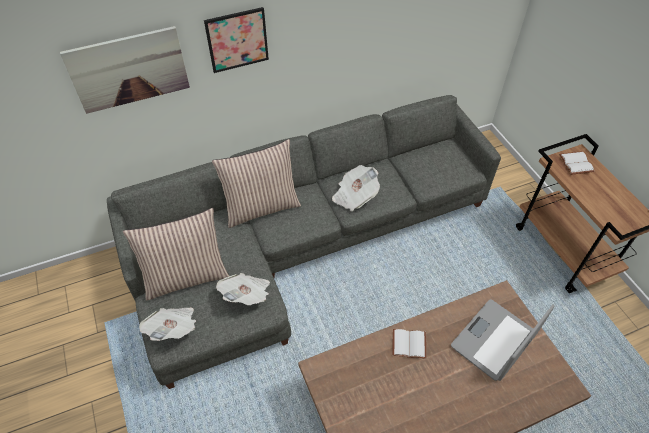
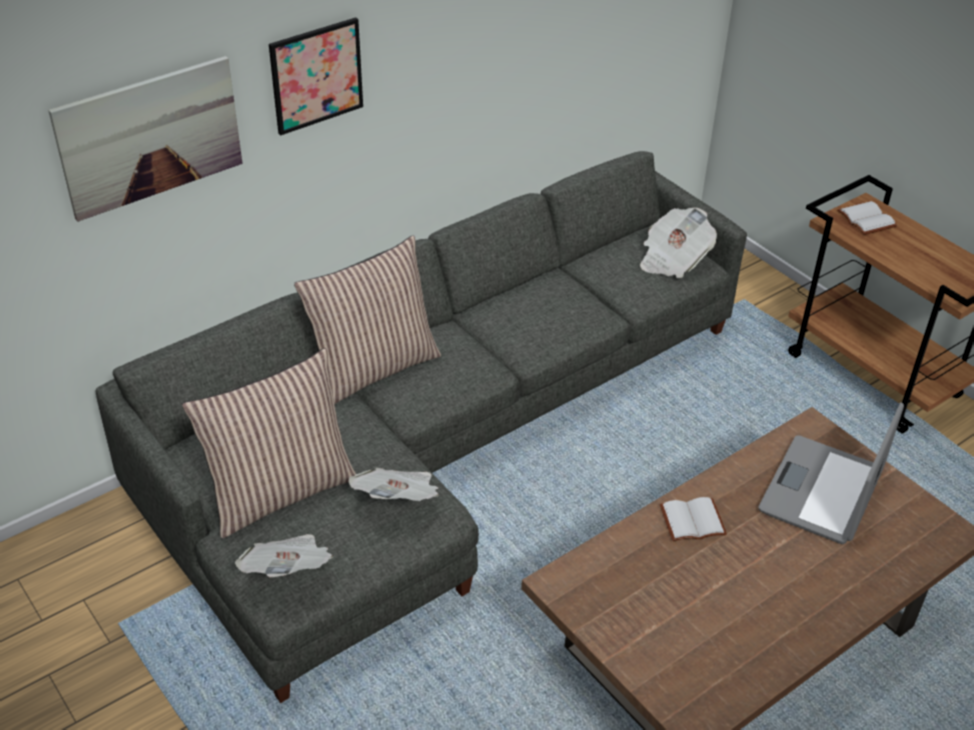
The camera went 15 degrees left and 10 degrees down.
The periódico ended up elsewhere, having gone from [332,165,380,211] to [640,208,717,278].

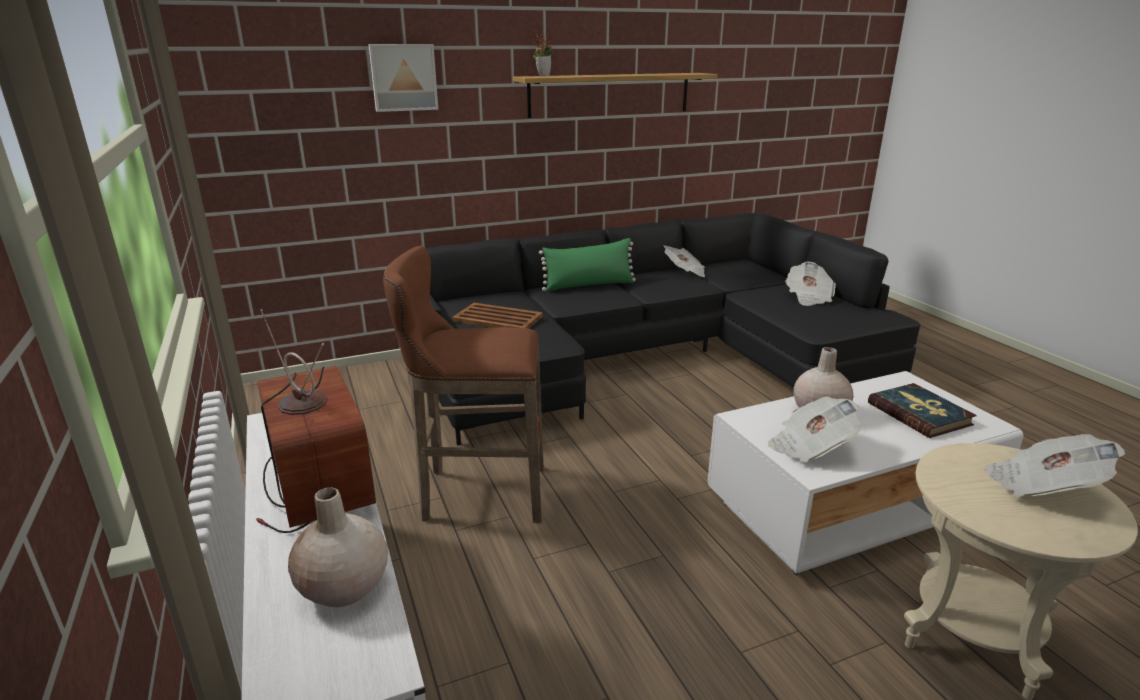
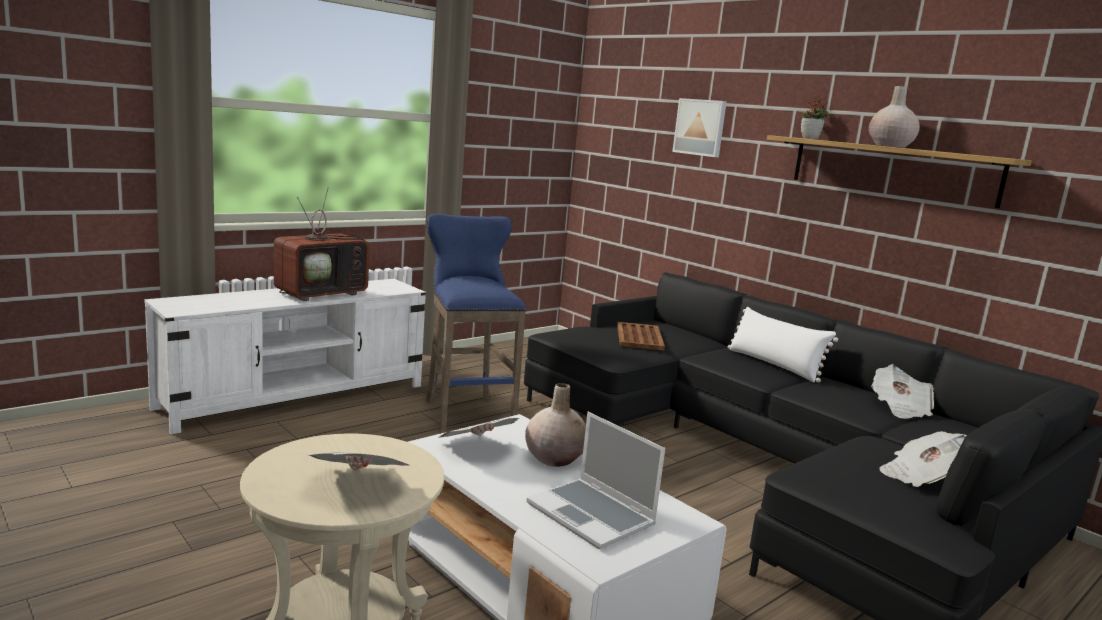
The camera went 70 degrees right and 10 degrees down.
The florero [beis] ended up elsewhere, having gone from [288,487,388,607] to [869,86,920,148].
What was the taburete [marrón] at [383,246,544,523] turned into the taburete [azul] at [426,214,526,434].
What was the cojín [verde] at [539,238,636,292] turned into the cojín [blanco] at [728,307,838,383].
Where the libro stood at [868,383,977,438], the portátil came to stand at [527,412,665,549].

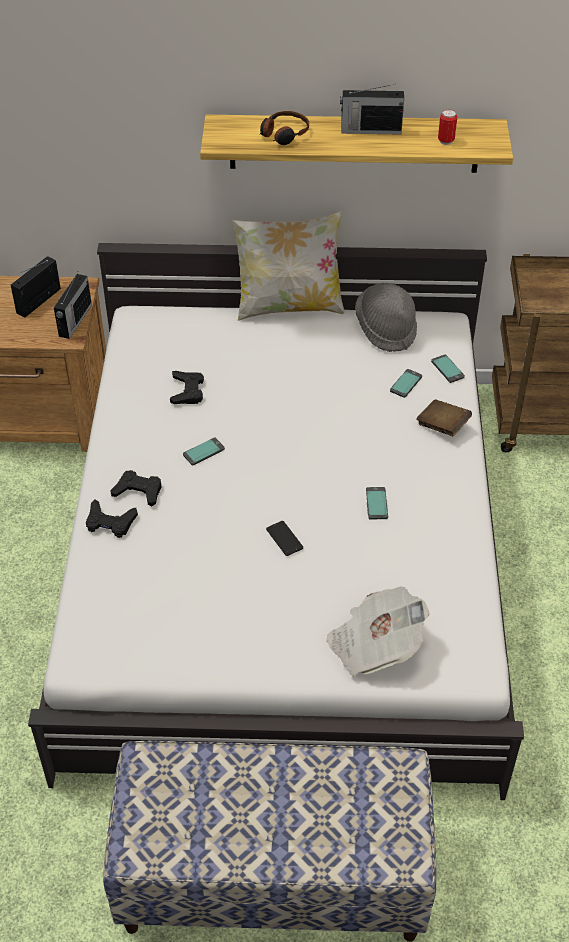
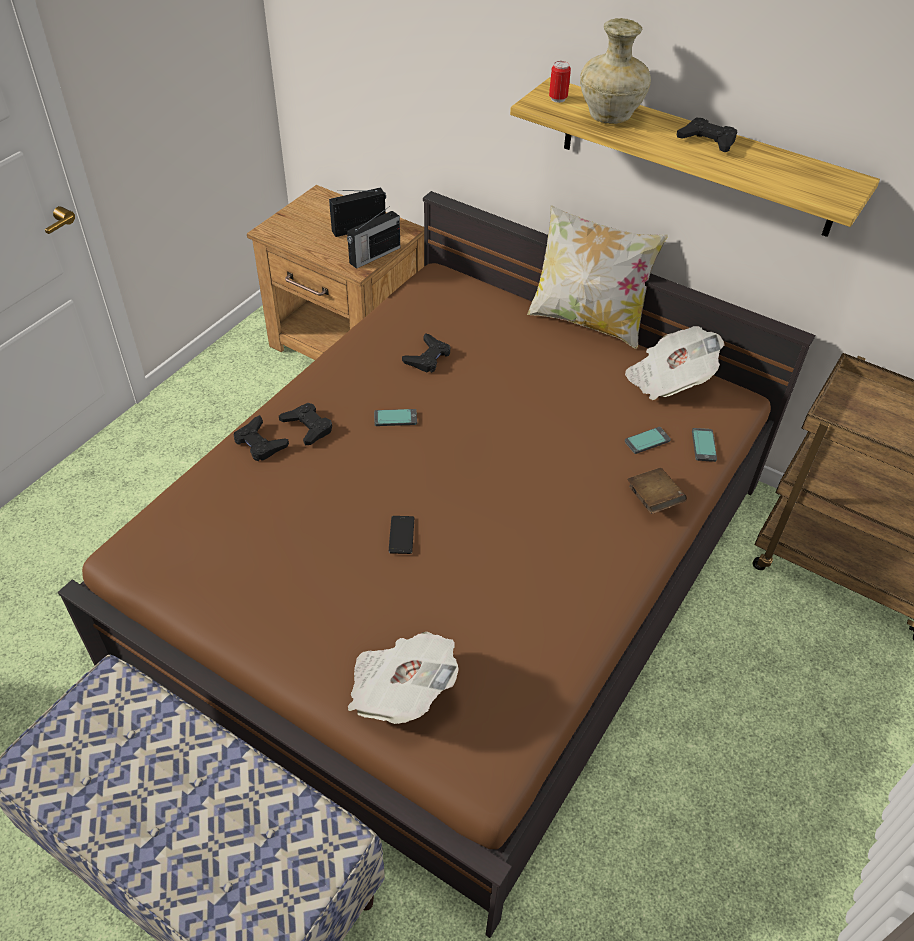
The camera went 30 degrees right and 0 degrees up.
What was the cama [blanco] at [28,243,524,800] turned into the cama [marrón] at [58,191,815,938].
Where the auriculares stood at [260,111,309,145], the florero [beis] came to stand at [580,18,651,124].
Where the radio stood at [340,84,404,135], the mando de consola [negro] came to stand at [677,118,737,152].
Where the sombrero [gris] stood at [355,283,417,352], the periódico came to stand at [625,326,725,400].
The second view lost the móvil at [366,487,388,519].
The lata ended up elsewhere, having gone from [438,109,457,145] to [549,61,571,103].

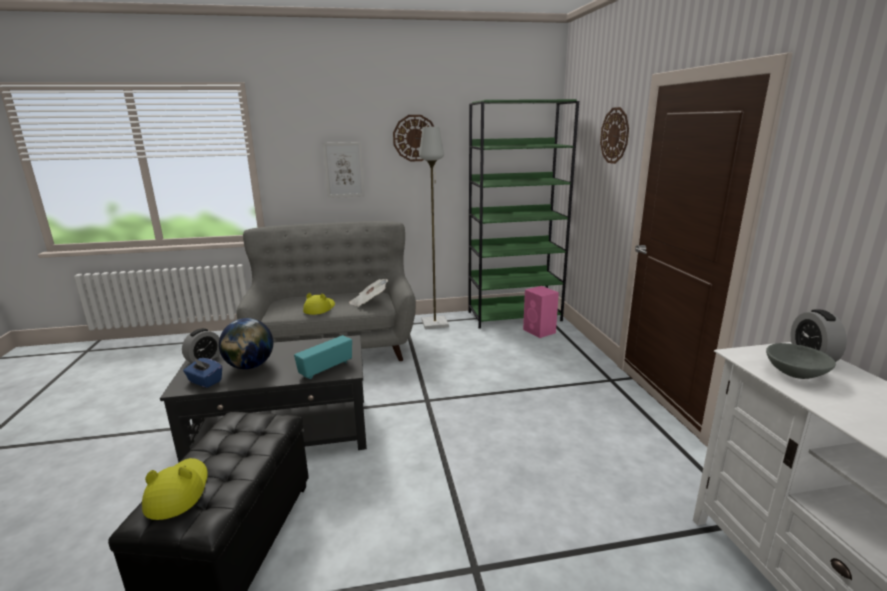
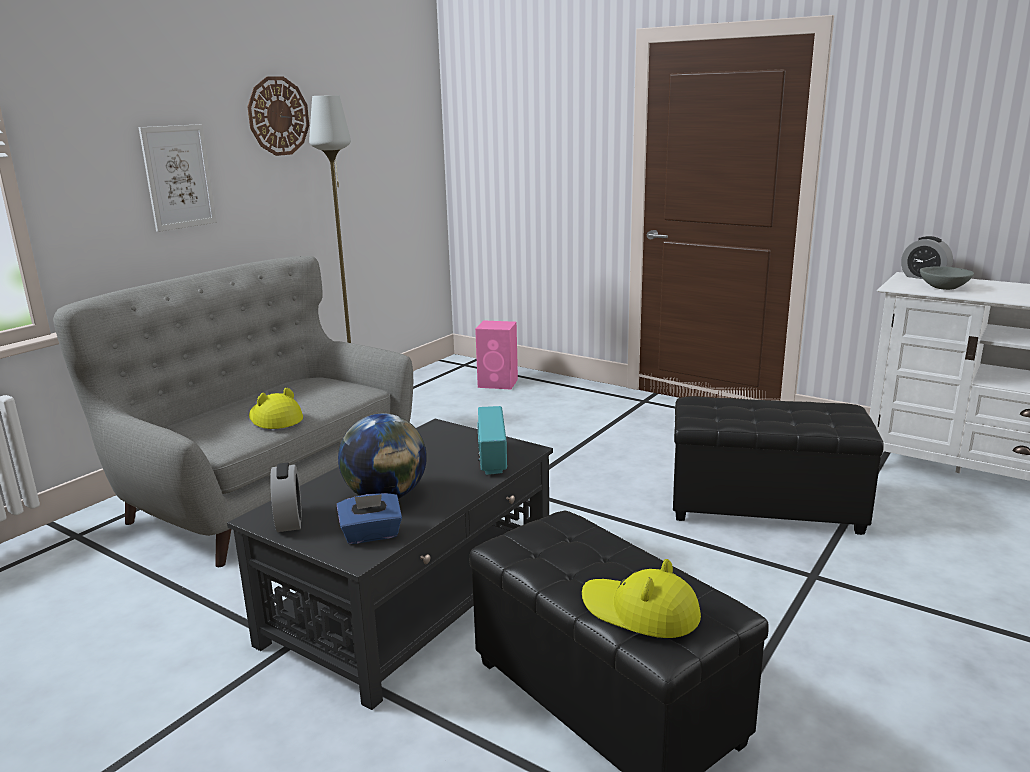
The camera went 45 degrees left and 0 degrees up.
The second view lost the periódico at [349,279,388,307].
The second view lost the estantería [verde] at [468,99,579,328].
The second view lost the reloj de pared at [600,107,629,164].
The second view gained the puf [negro] at [673,396,884,535].

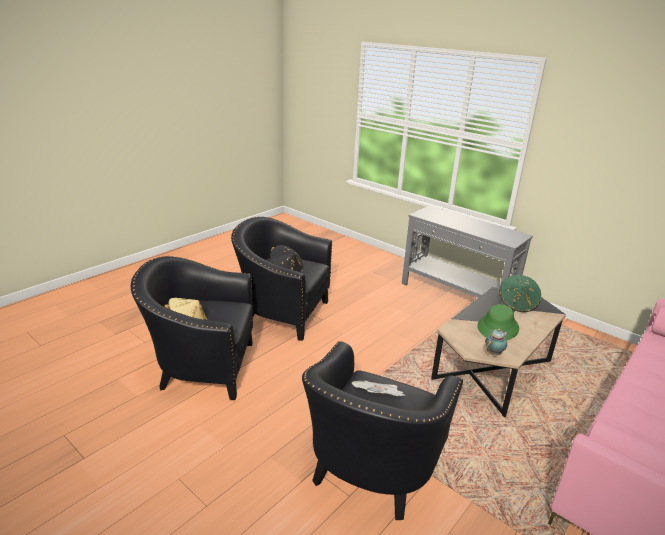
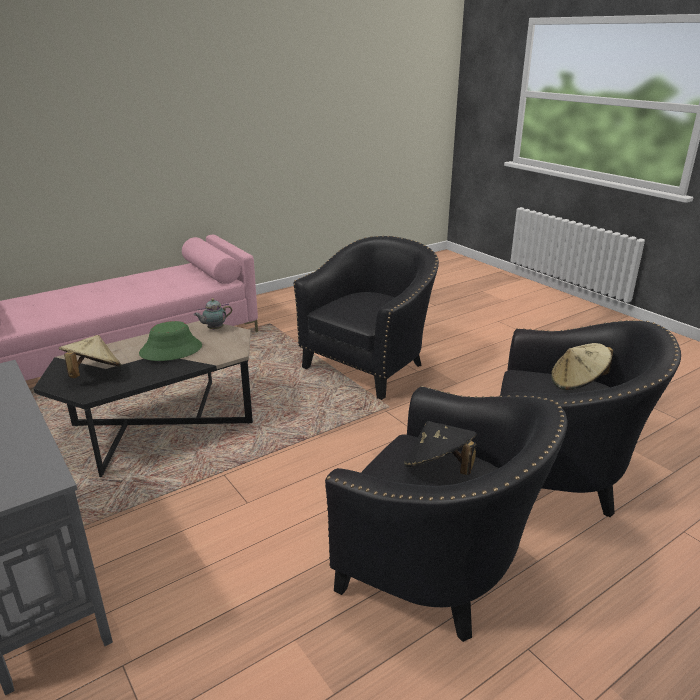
The camera went 165 degrees left and 0 degrees up.
The second view lost the periódico at [352,380,406,396].
What was the sombrero [verde] at [499,275,541,312] turned into the sombrero [beis] at [59,335,122,378].

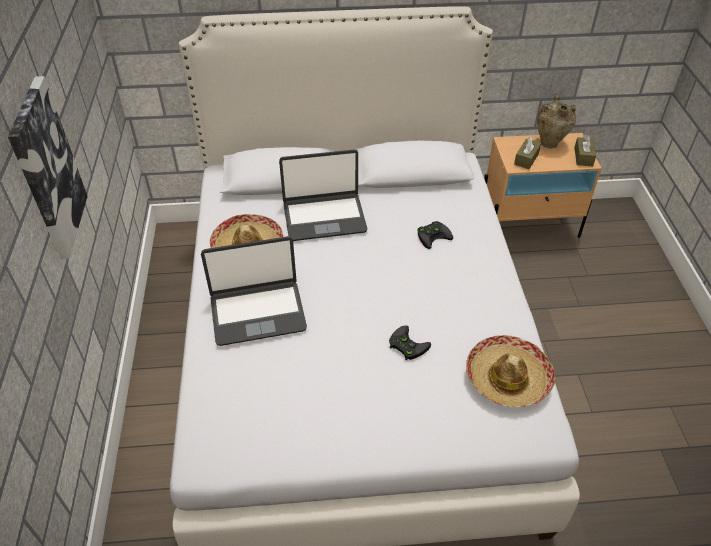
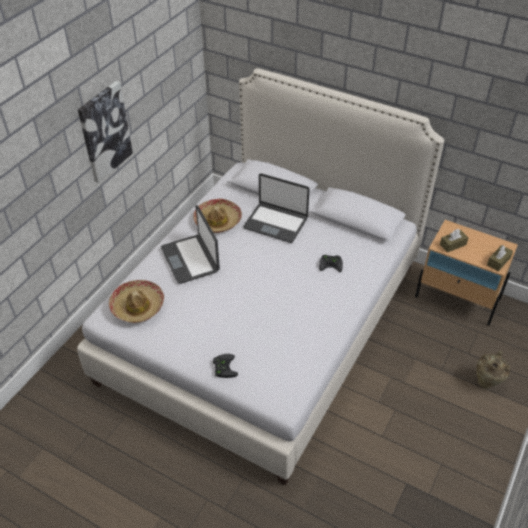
The camera went 35 degrees right and 0 degrees up.
The portátil at [201,236,307,346] ended up facing another way, 45 degrees clockwise from before.
The mando de consola [negro] ended up elsewhere, having gone from [389,325,431,361] to [213,354,238,378].
The sombrero ended up elsewhere, having gone from [466,335,555,407] to [109,280,164,323].
The florero [beis] ended up elsewhere, having gone from [537,94,576,148] to [476,350,510,389].

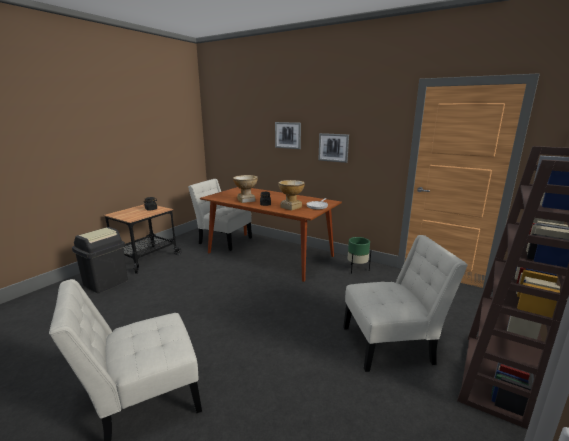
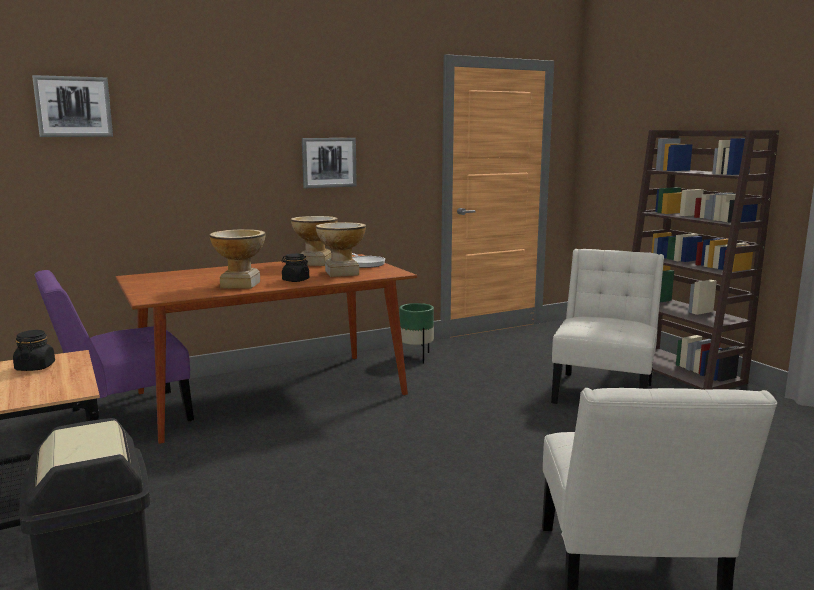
The camera went 60 degrees left and 5 degrees down.
What was the silla [blanco] at [188,179,252,251] turned into the silla [morado] at [34,270,194,421].
The cuadro ended up elsewhere, having gone from [275,122,301,149] to [32,75,113,137].
The second view gained the florero at [291,216,338,266].

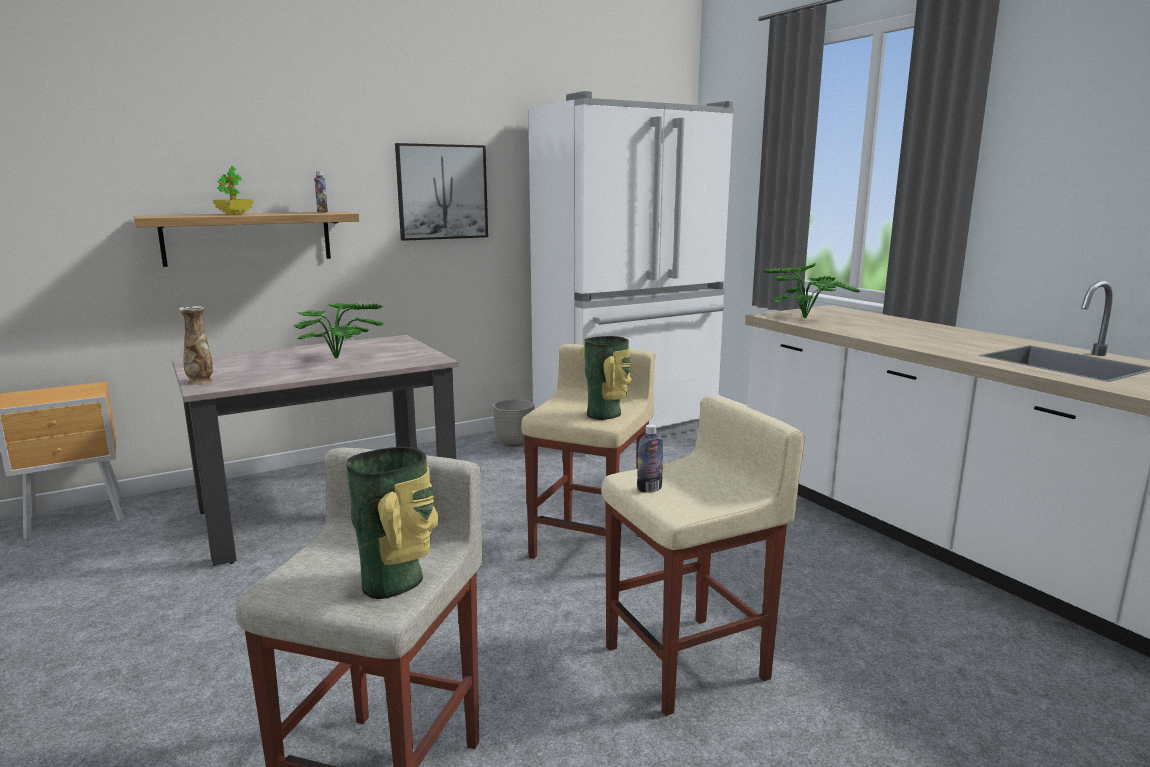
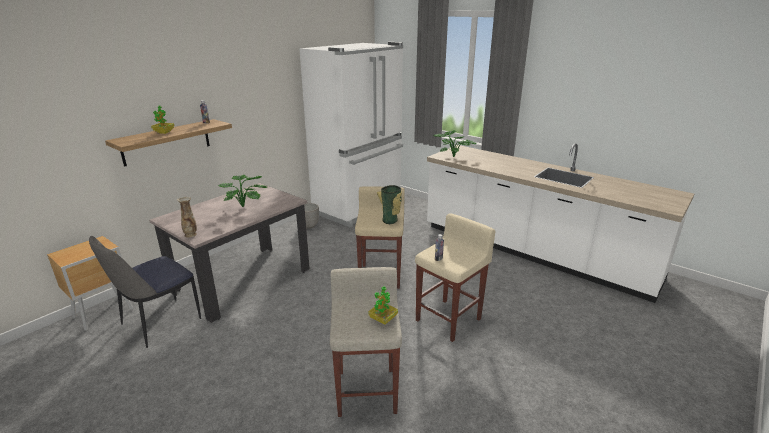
The camera went 20 degrees left and 10 degrees up.
Where the florero stood at [347,447,439,599], the planta en maceta came to stand at [368,286,398,324].
The second view lost the cuadro at [395,143,488,241].
The second view gained the silla at [89,236,201,348].

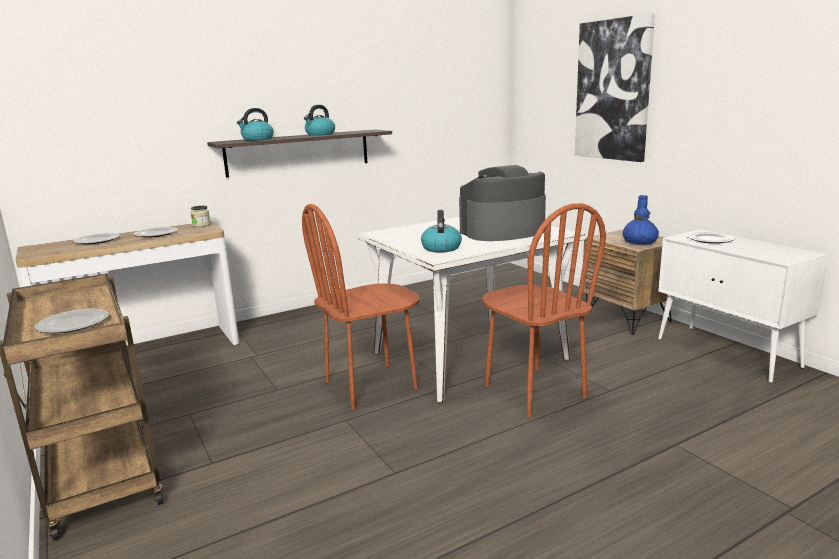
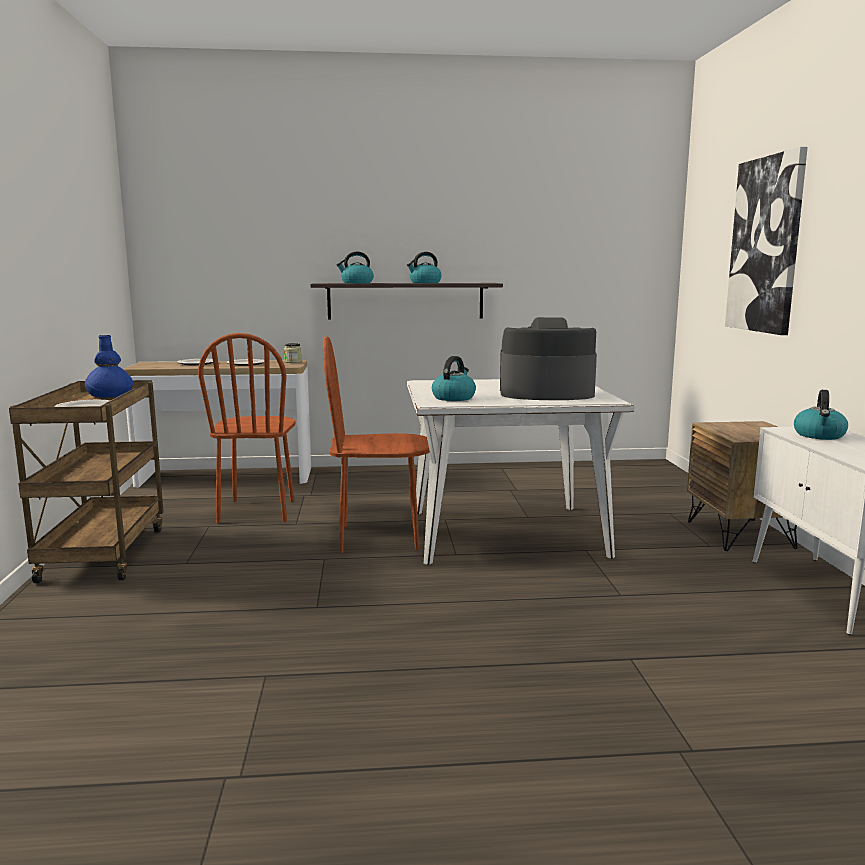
The camera went 25 degrees right and 5 degrees down.
The silla [marrón] ended up elsewhere, having gone from [482,203,606,417] to [198,333,295,523].
The florero [azul] ended up elsewhere, having gone from [623,195,659,244] to [85,335,133,398].
Where the plato stood at [687,232,734,244], the hervidor came to stand at [794,390,848,440].

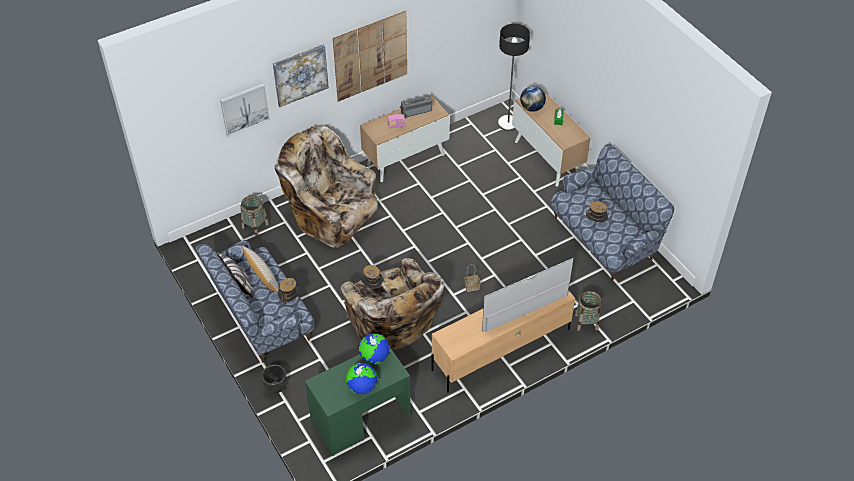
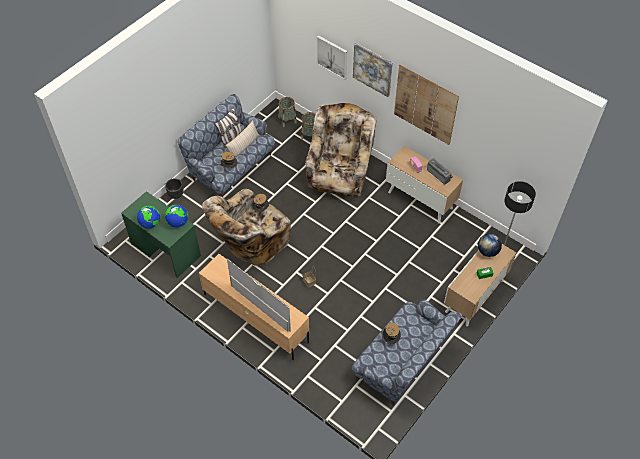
The camera went 70 degrees right and 5 degrees up.
The cesta ended up elsewhere, having gone from [575,291,602,331] to [279,97,297,127].

